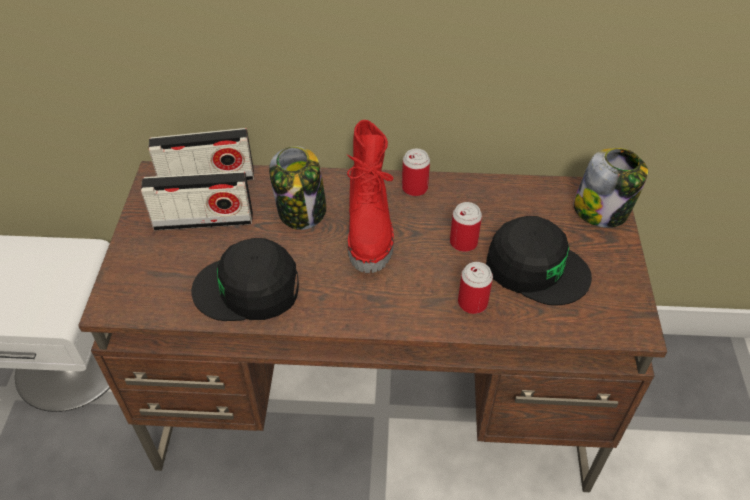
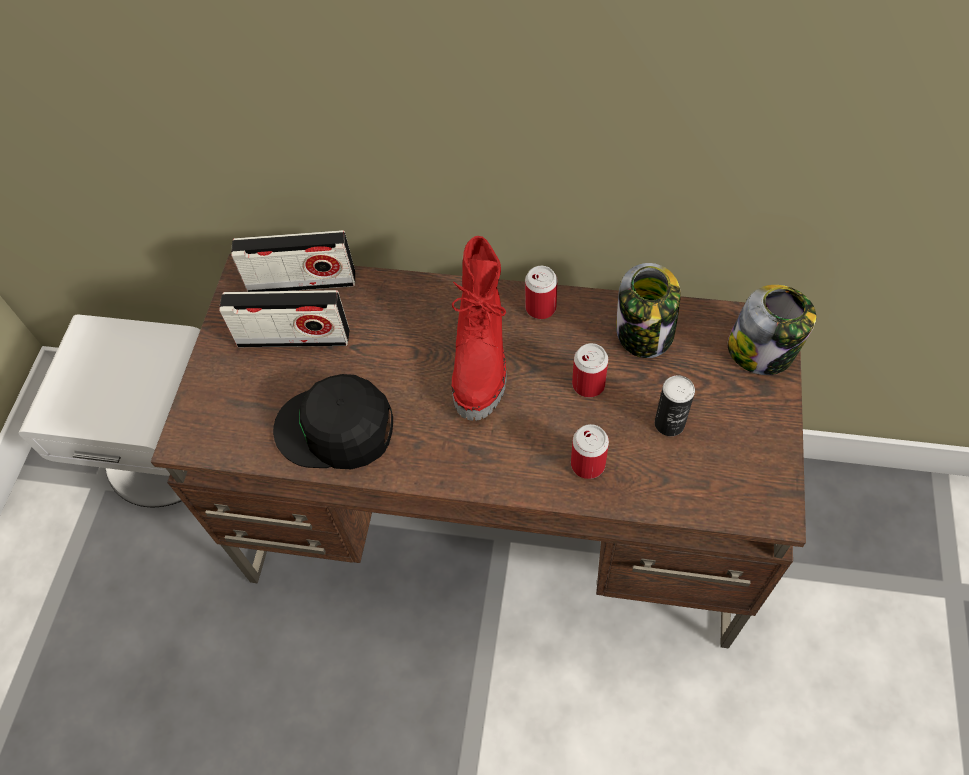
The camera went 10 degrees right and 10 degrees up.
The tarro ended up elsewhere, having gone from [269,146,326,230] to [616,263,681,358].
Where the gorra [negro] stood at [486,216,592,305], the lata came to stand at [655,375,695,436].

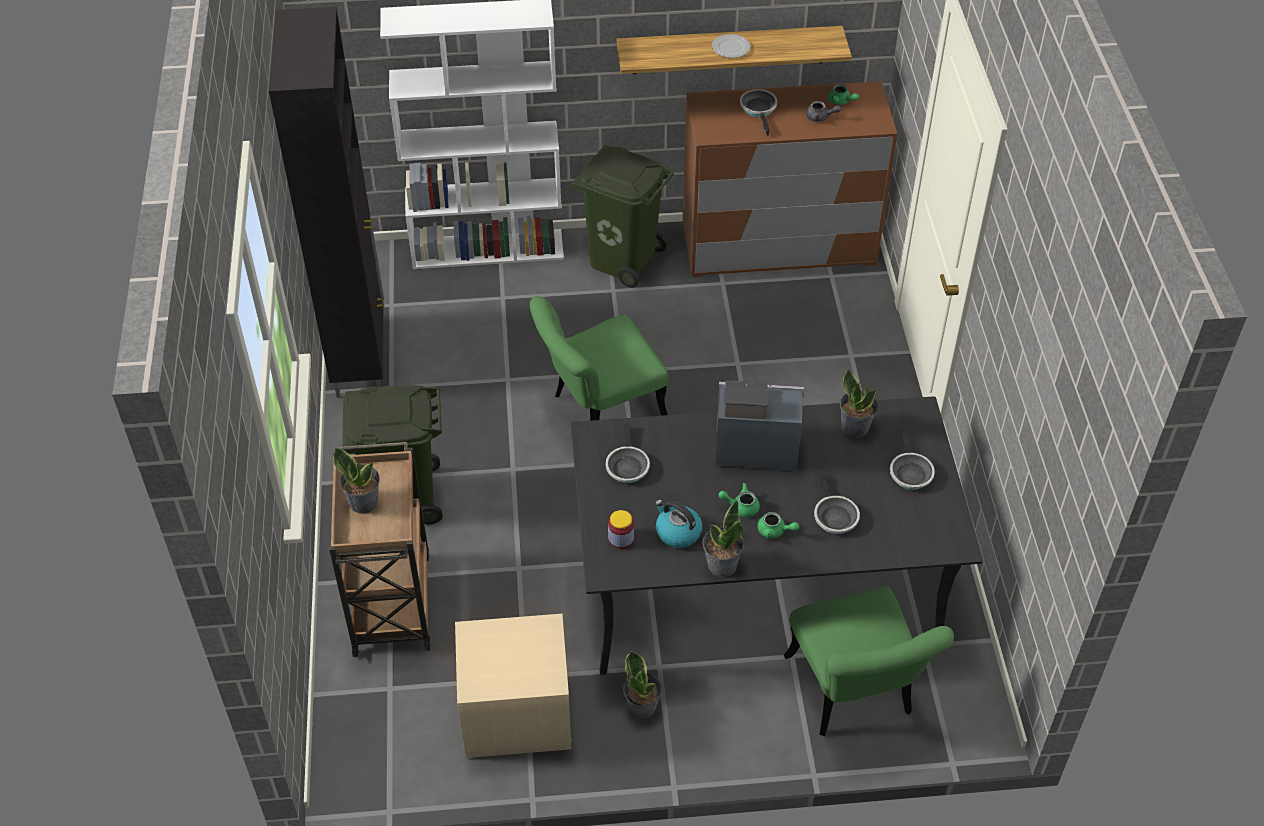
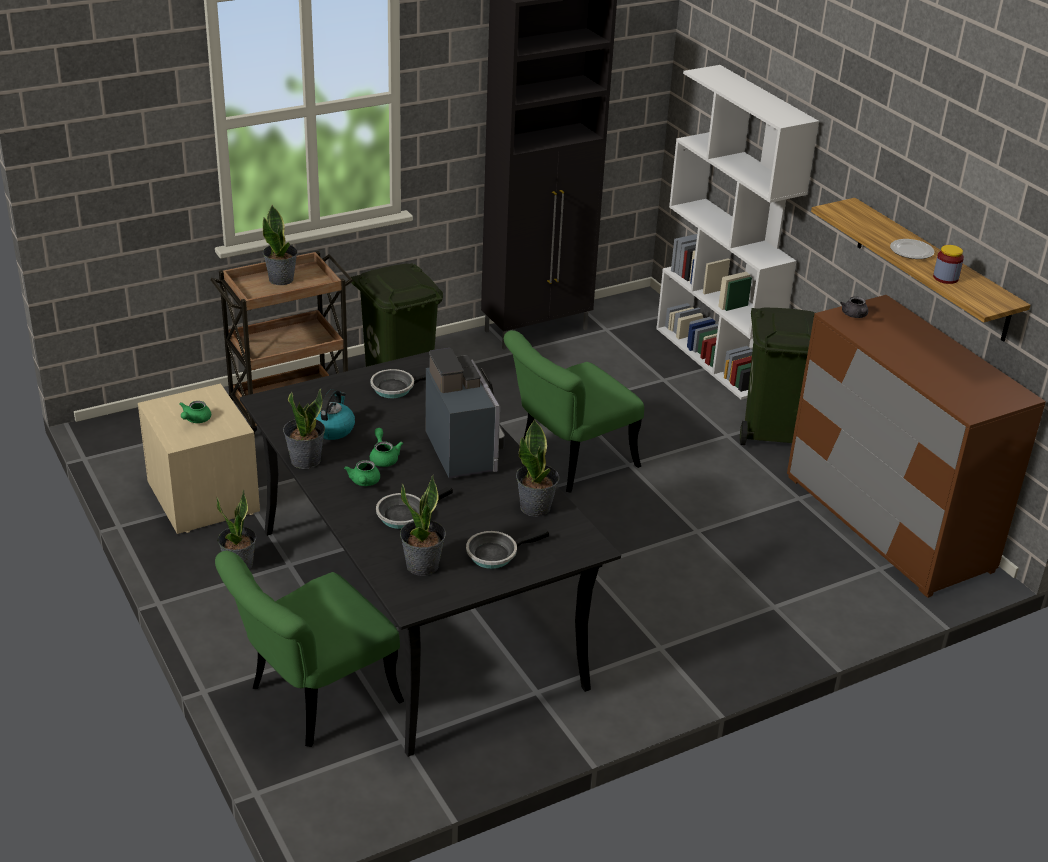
The camera went 65 degrees right and 15 degrees down.
The silla [verde] at [530,296,668,421] ended up facing another way, 75 degrees counterclockwise from before.
The tarro ended up elsewhere, having gone from [608,510,634,549] to [933,245,964,284].
The second view lost the sartén at [740,89,777,136].
The tetera [gris] ended up elsewhere, having gone from [806,101,841,122] to [840,296,868,318].
The tetera [verde] ended up elsewhere, having gone from [828,84,859,105] to [180,401,211,423].
The second view gained the planta en maceta at [400,475,446,576].

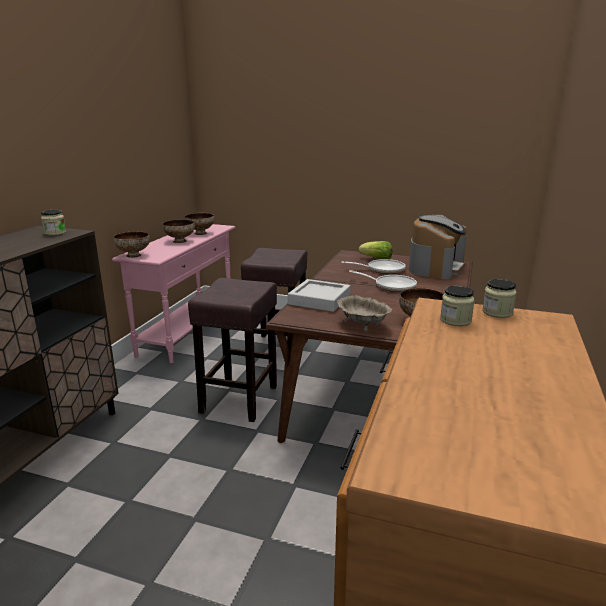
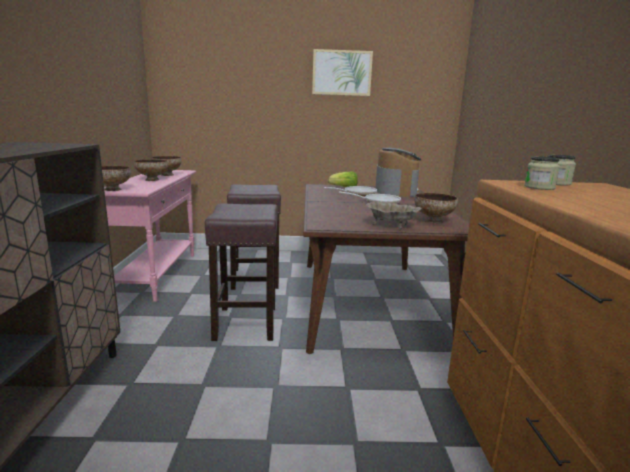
The camera went 20 degrees left and 5 degrees down.
The second view lost the tarro at [41,210,66,236].
The second view lost the bandeja [gris] at [288,279,350,312].
The second view gained the cuadro at [312,49,373,96].

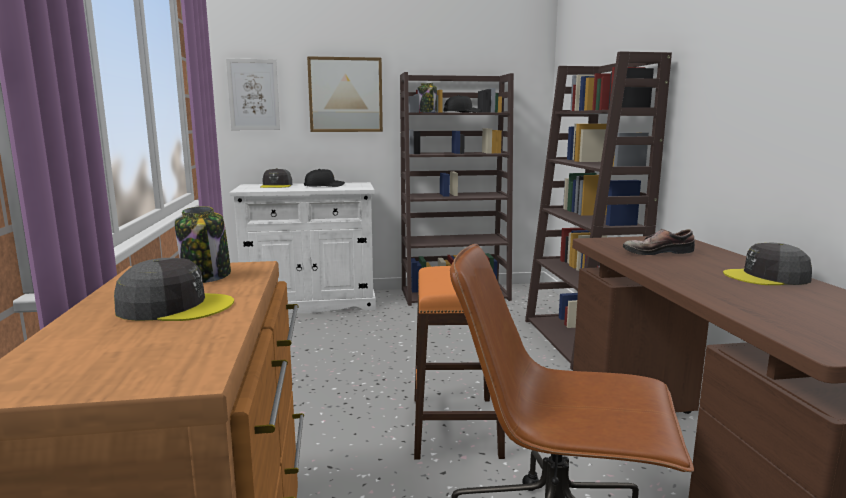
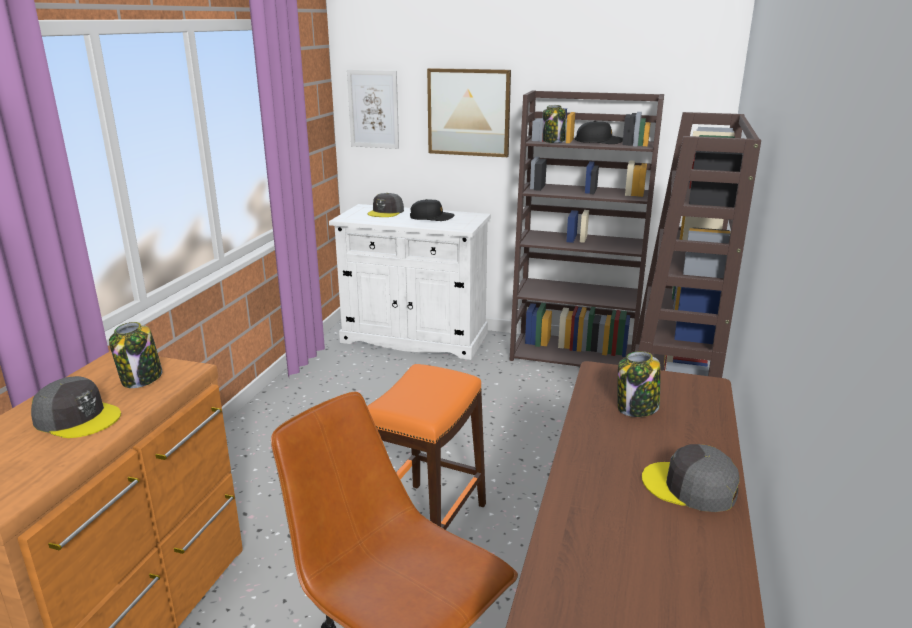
The camera went 25 degrees right and 10 degrees up.
Where the zapato stood at [623,229,695,255], the tarro came to stand at [618,351,661,417].

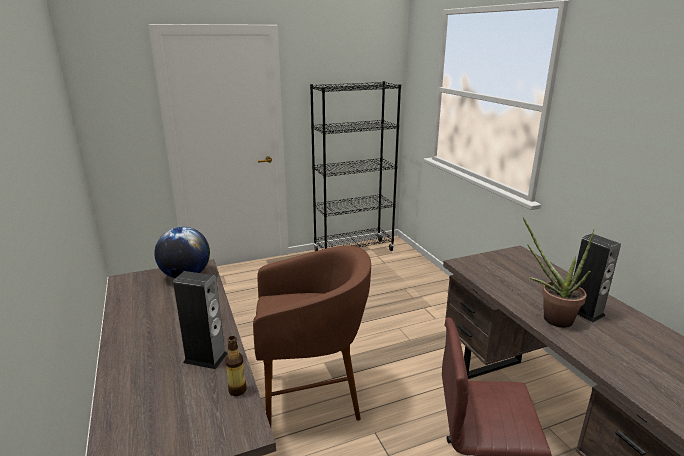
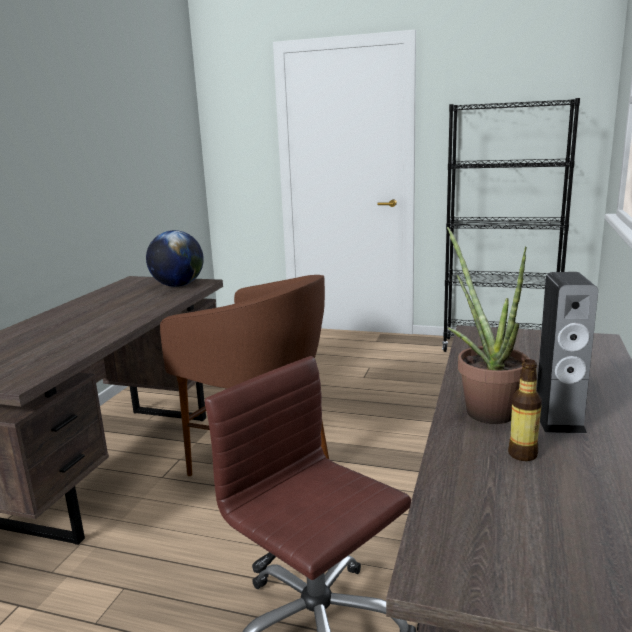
The camera went 40 degrees right and 5 degrees down.
The second view lost the altavoz at [173,271,228,369].
The botella ended up elsewhere, having gone from [225,336,246,396] to [508,359,542,461].

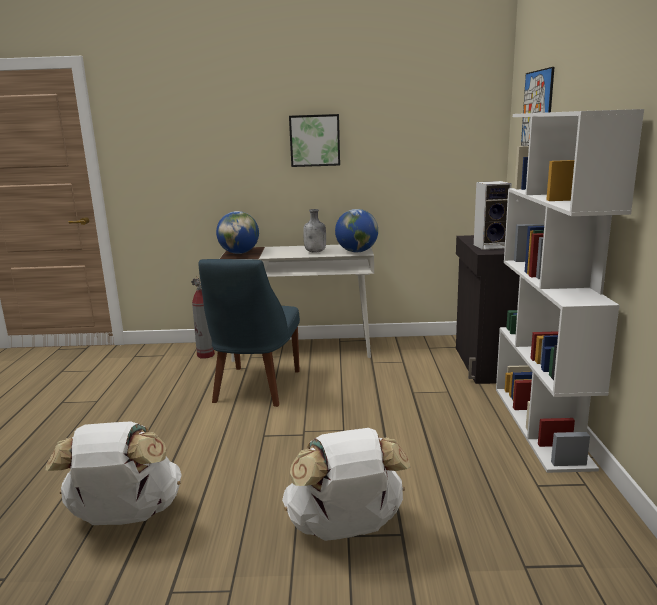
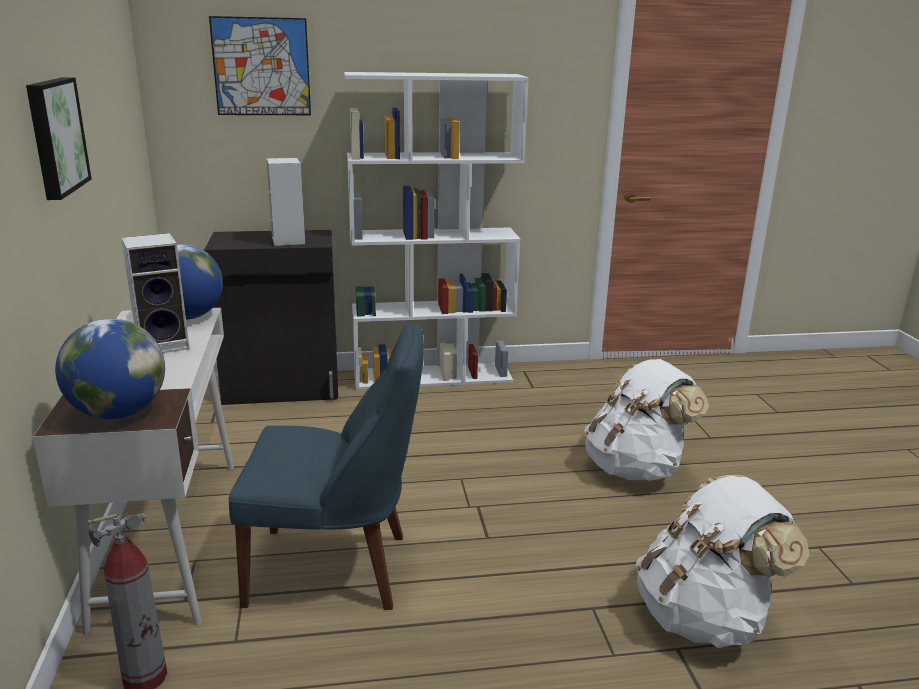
The camera went 100 degrees left and 5 degrees up.
Where the botella [gris] stood at [303,209,326,253], the altavoz came to stand at [121,233,189,353].

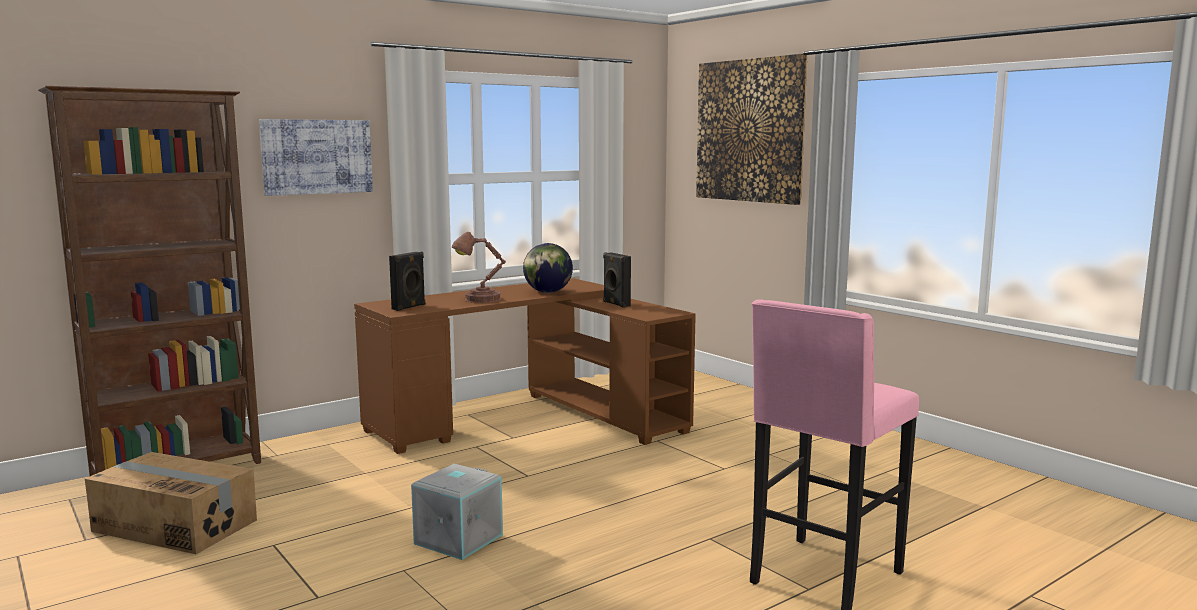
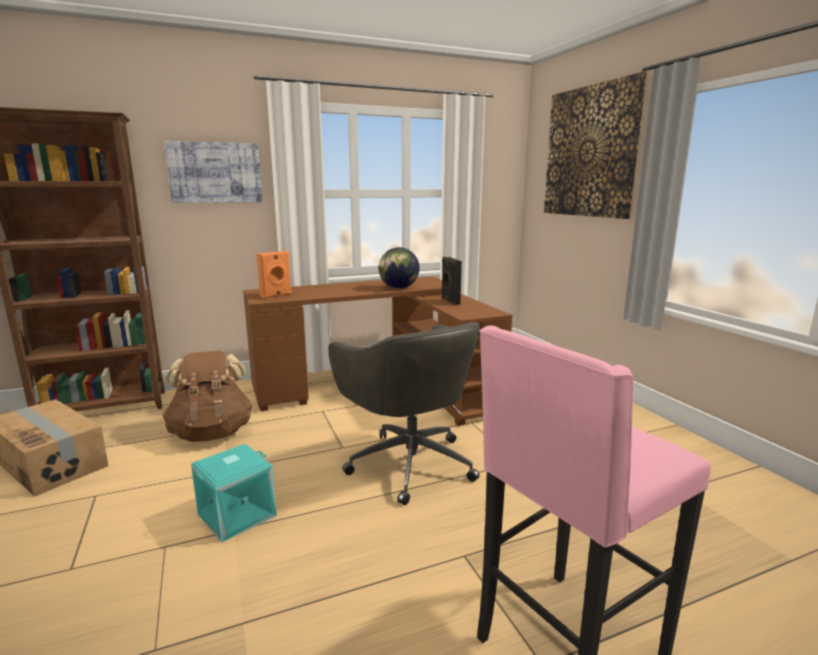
The camera went 15 degrees right and 5 degrees up.
What was the altavoz [negro] at [389,252,425,311] turned into the altavoz [naranja] at [257,251,292,299].
What was the caja de almacenaje [gris] at [411,464,503,560] turned into the caja de almacenaje [turquesa] at [191,444,277,543].
The second view lost the lámpara de mesa [marrón] at [452,232,506,303].
The second view gained the mochila [marrón] at [163,351,253,442].
The second view gained the silla de oficina [gris] at [328,322,480,505].

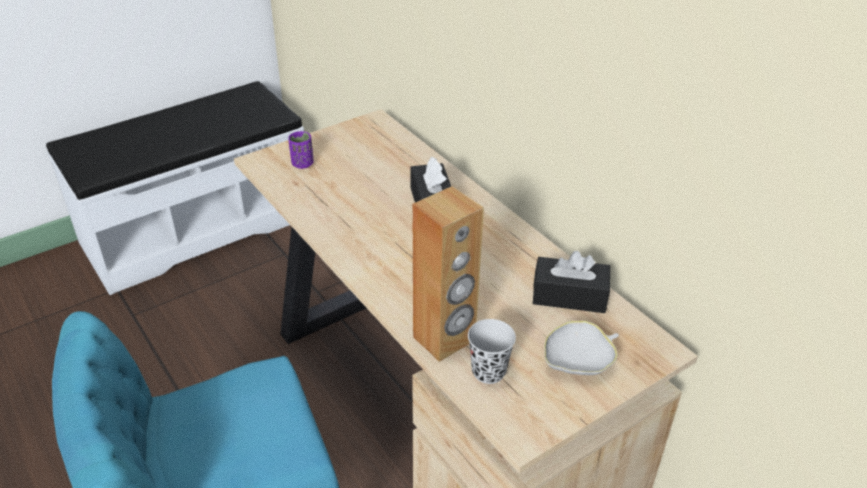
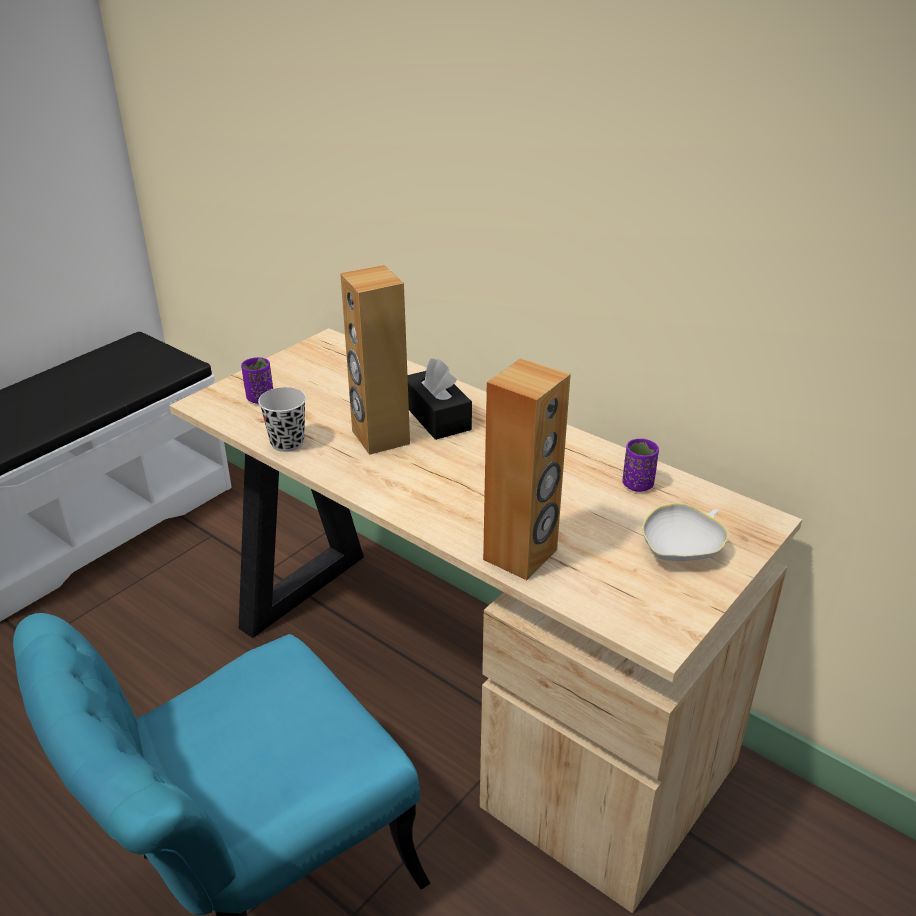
The camera went 15 degrees left and 5 degrees down.
The taza [negro] ended up elsewhere, having gone from [468,319,516,384] to [258,387,306,452].
Where the caja de pañuelos [negro] stood at [533,251,610,313], the taza [morado] came to stand at [622,438,659,492].
The second view gained the altavoz [marrón] at [340,265,410,455].

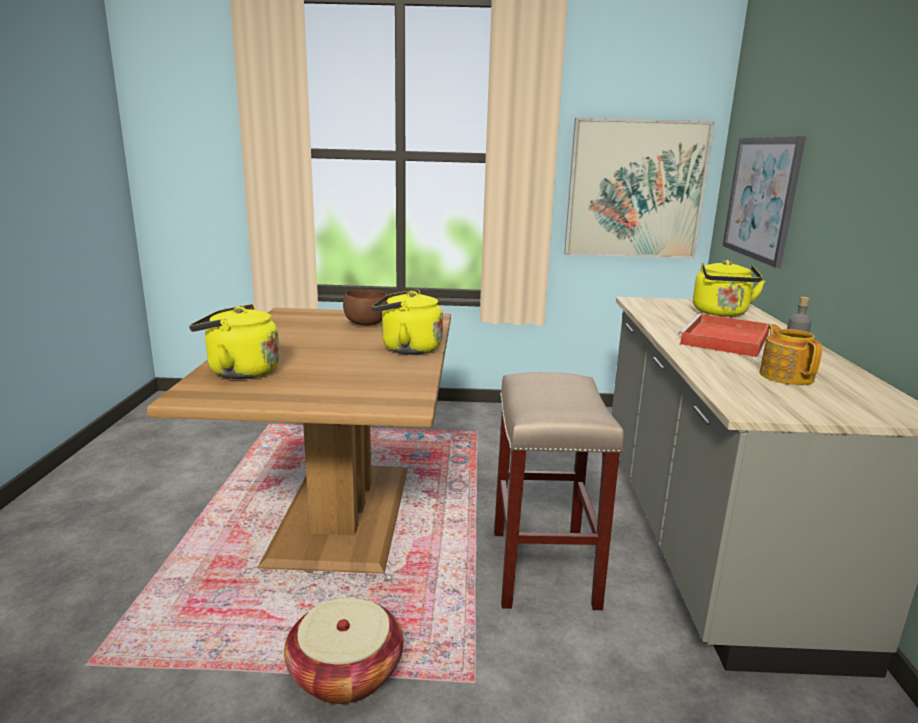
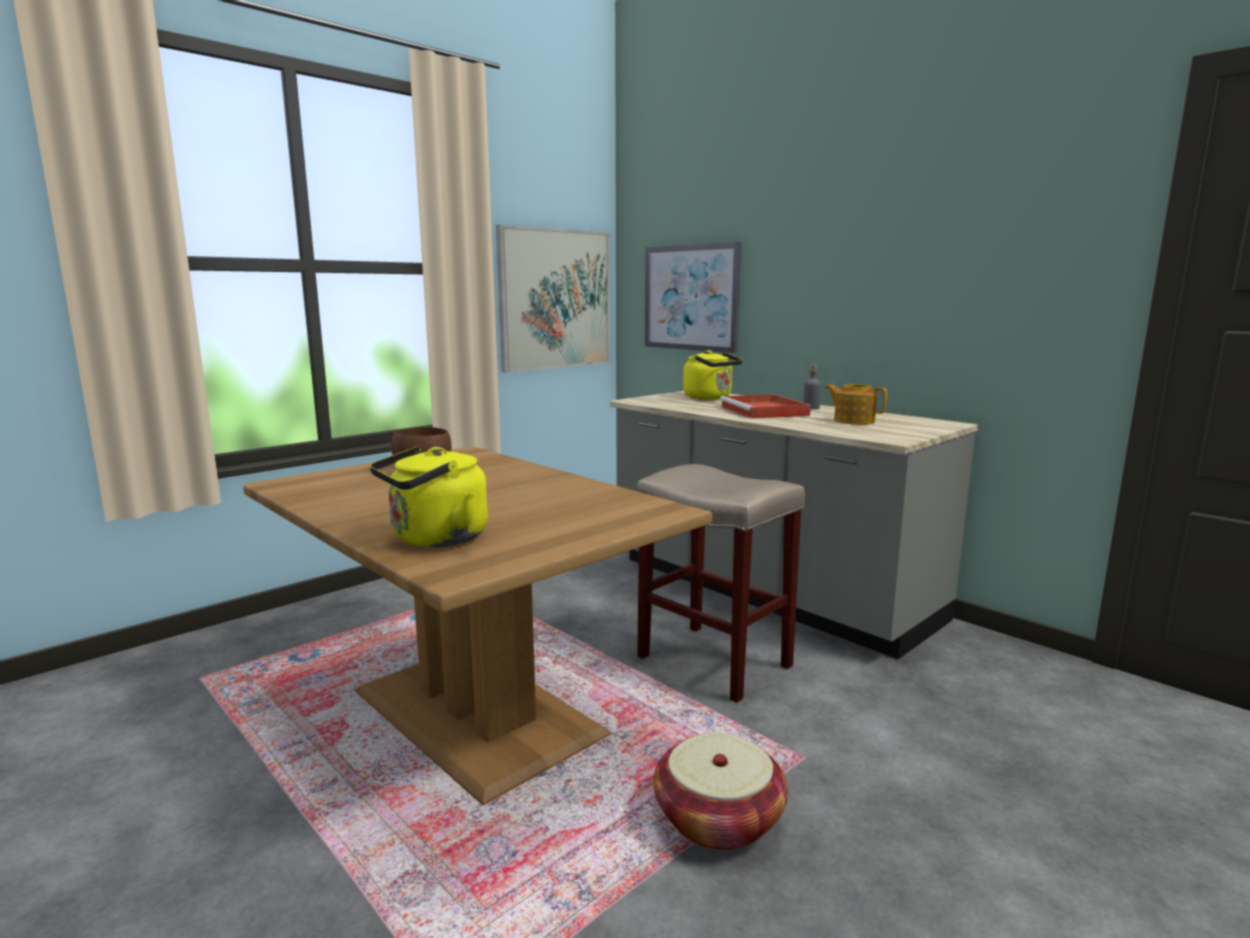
The camera went 45 degrees left and 5 degrees down.
The second view lost the hervidor [amarillo] at [372,290,443,355].

